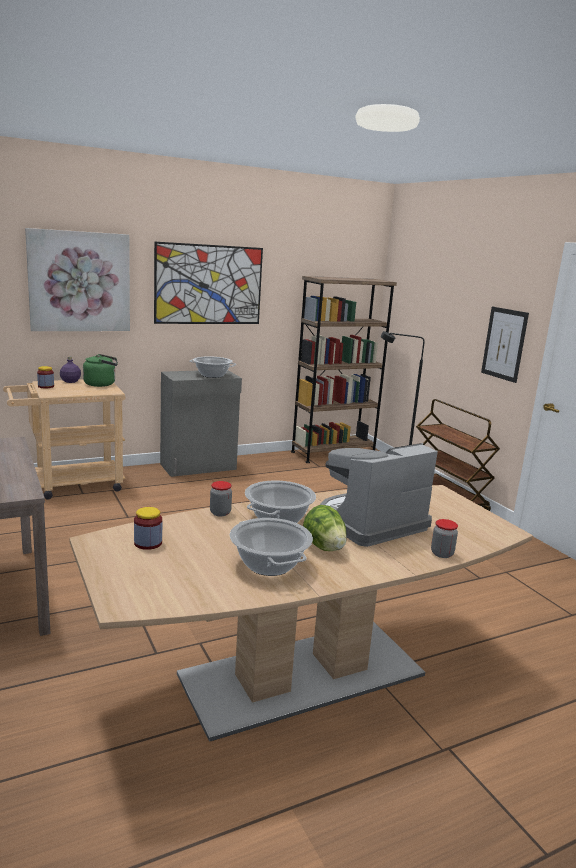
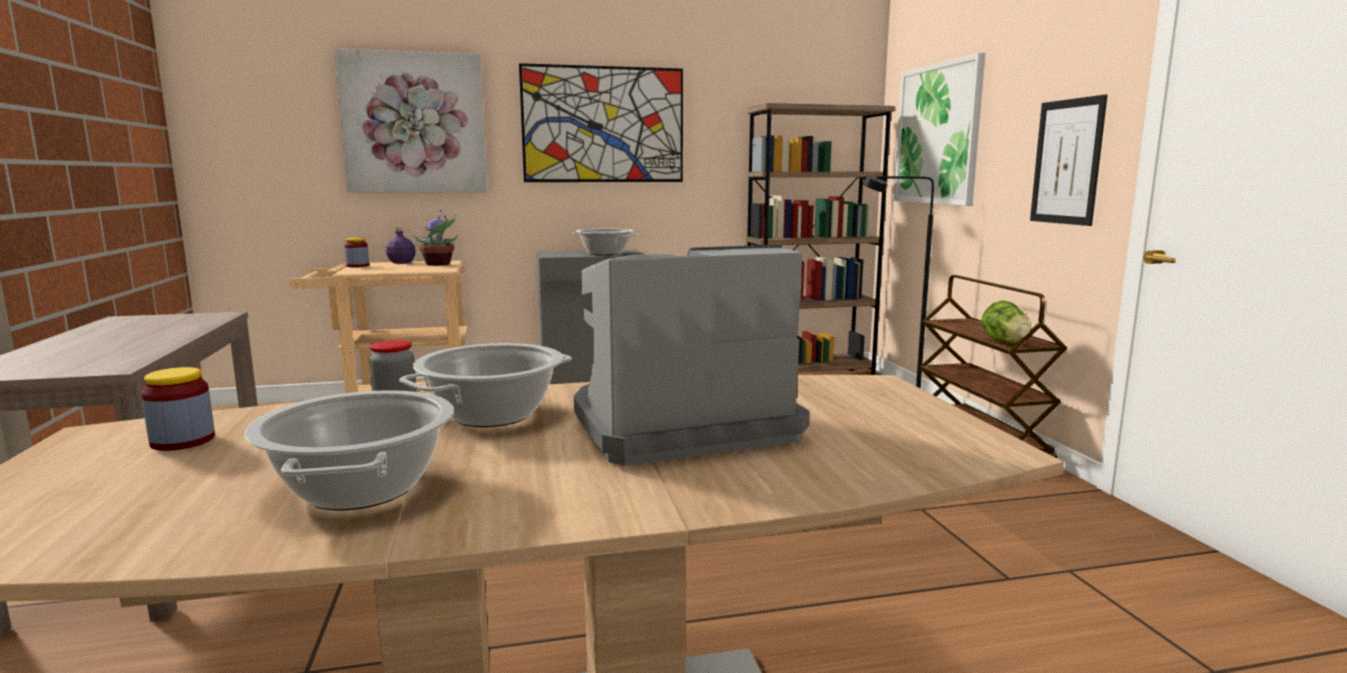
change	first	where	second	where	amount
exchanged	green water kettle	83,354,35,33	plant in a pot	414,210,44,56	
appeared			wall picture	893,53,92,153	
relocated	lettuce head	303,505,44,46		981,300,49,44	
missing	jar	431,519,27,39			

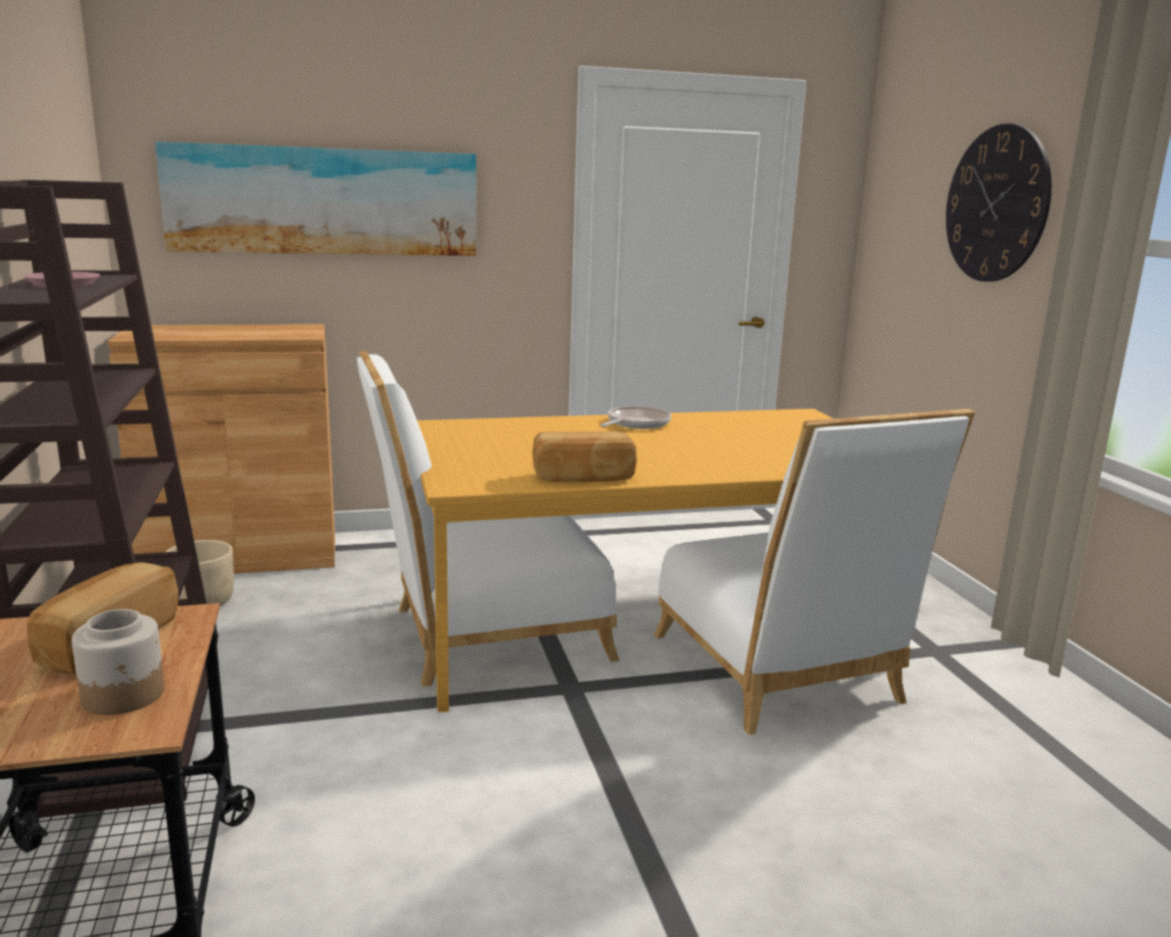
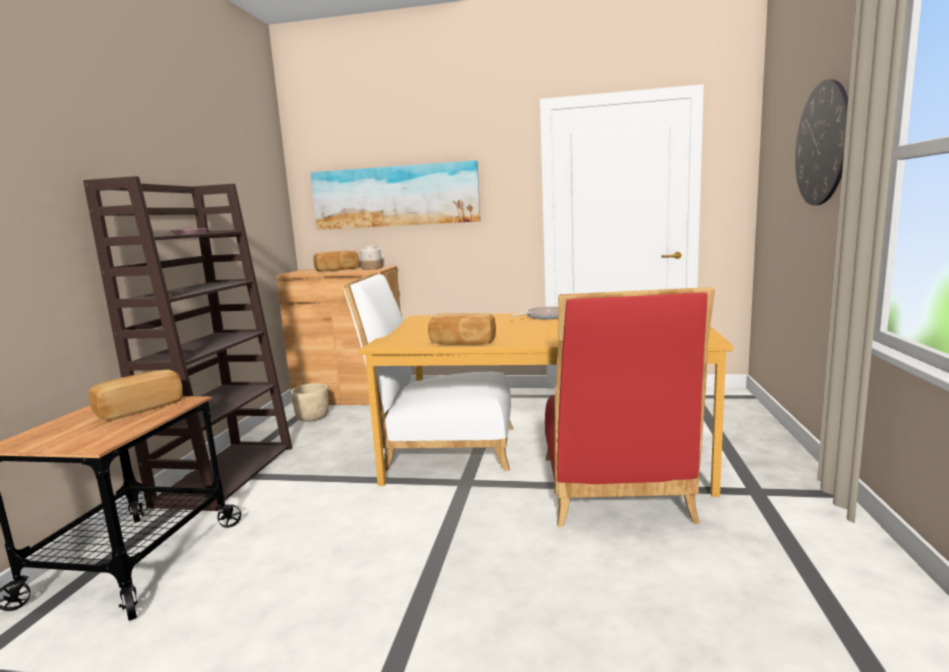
change	first	where	second	where	amount
appeared			baked bread	314,251,45,21	
relocated	jar	72,609,93,106		360,246,22,24	
colour	white plain chair	654,409,321,326	red-coloured plain chair	545,287,170,240	

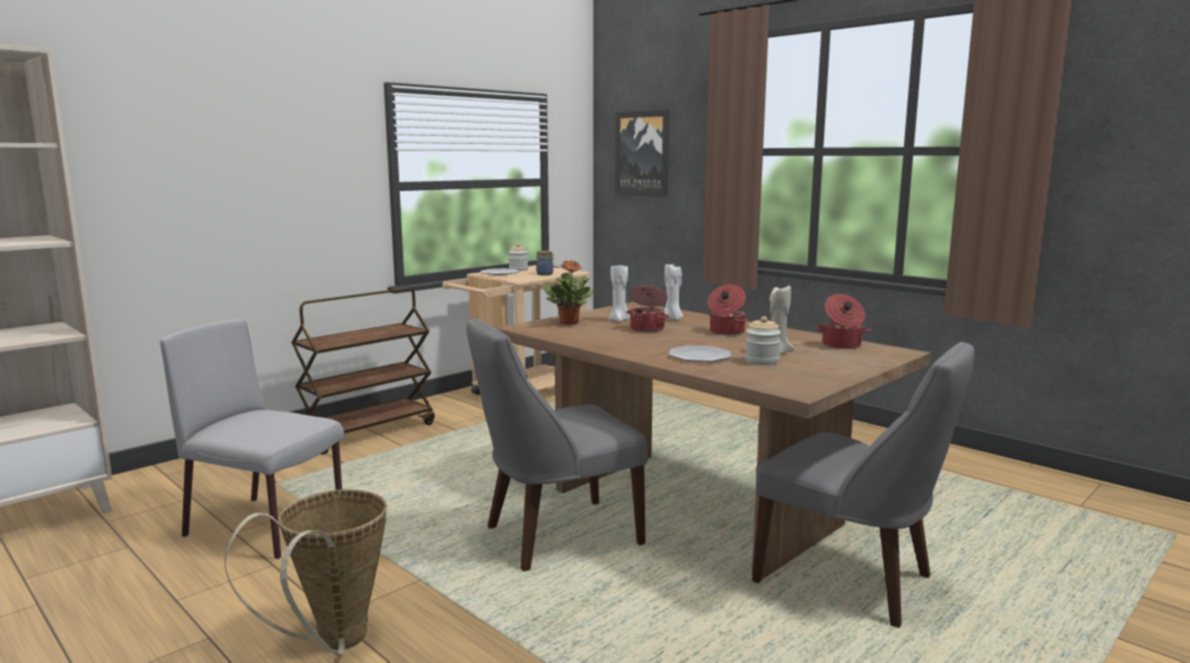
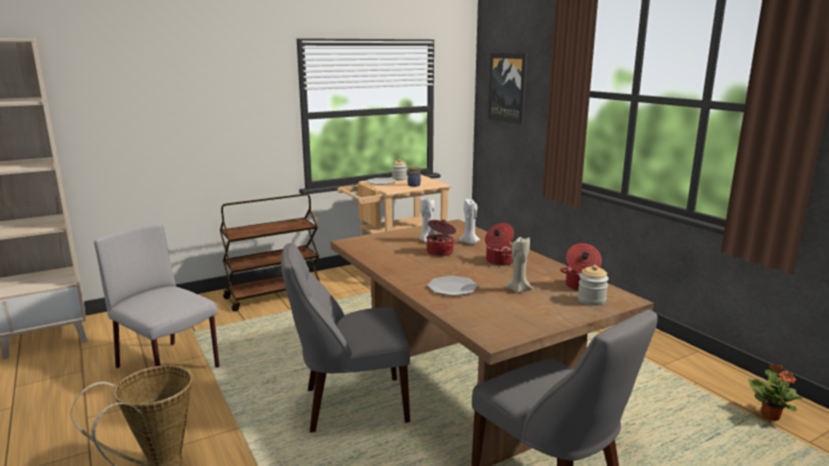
change	first	where	second	where	amount
relocated	jar	745,316,36,49		578,265,31,41	
relocated	plant in a pot	542,260,51,65		748,365,55,56	

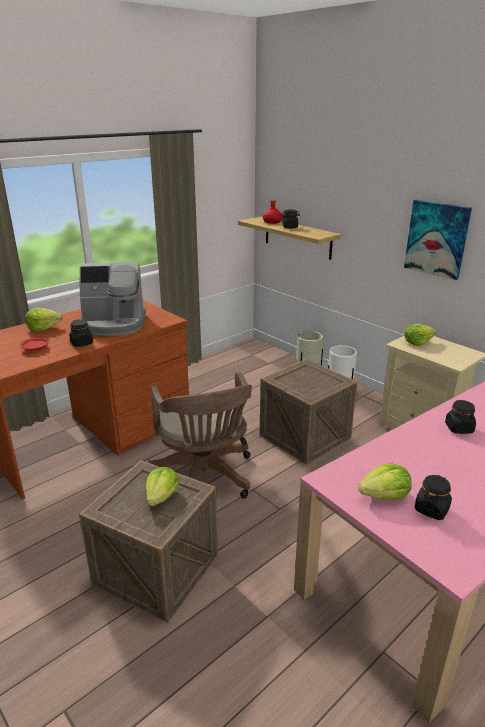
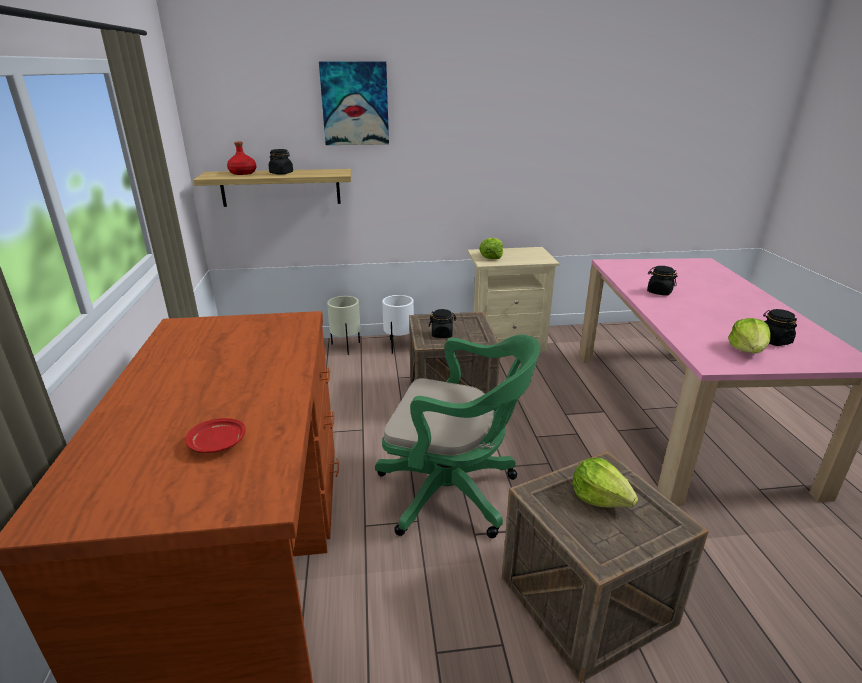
change	first	where	second	where	amount
relocated	wall picture	404,200,68,80		319,62,70,83	
colour	brown office chair	148,372,104,127	green office chair	375,335,165,203	
relocated	black-coloured jar	69,320,24,27		429,309,27,29	
missing	lettuce head	25,308,37,23			
missing	coffee maker	78,262,68,74			

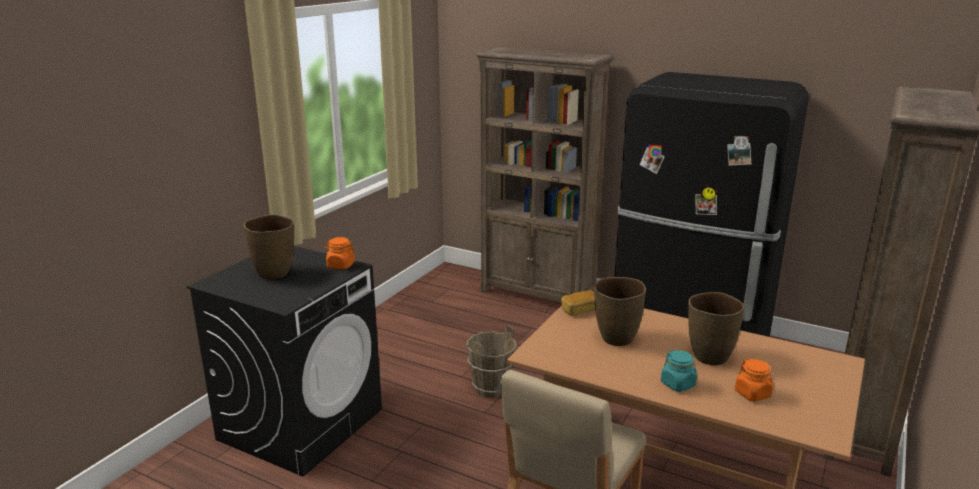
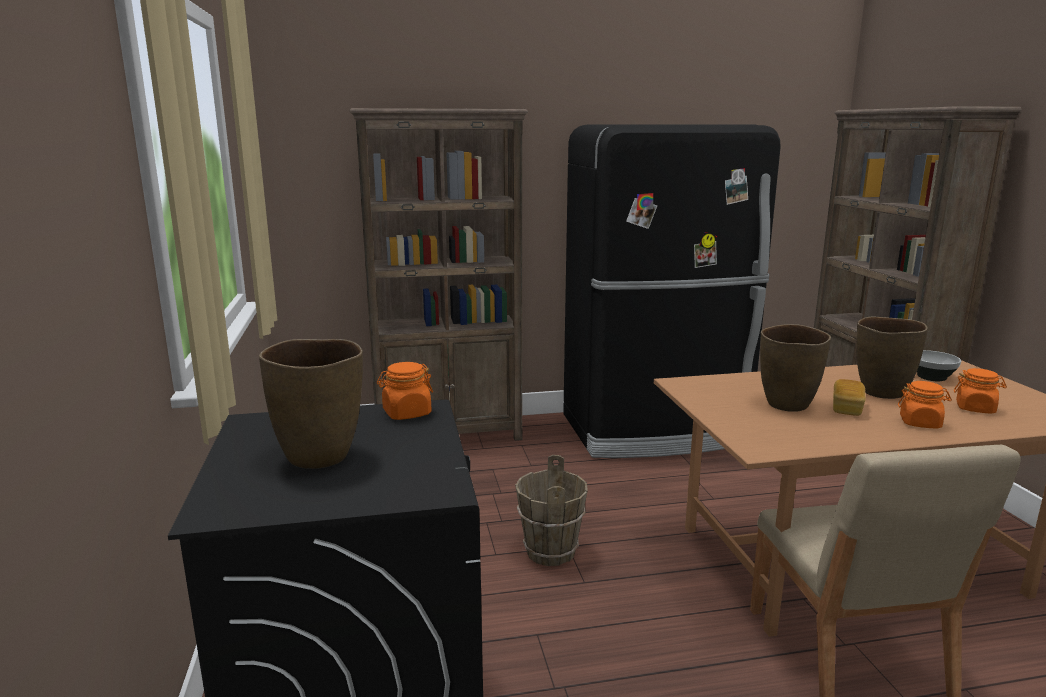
change	first	where	second	where	amount
relocated	baked bread	561,290,34,26		833,379,33,37	
colour	blue-green jar	661,350,36,42	orangey jar	898,381,54,48	
appeared			bowl	917,350,44,31	

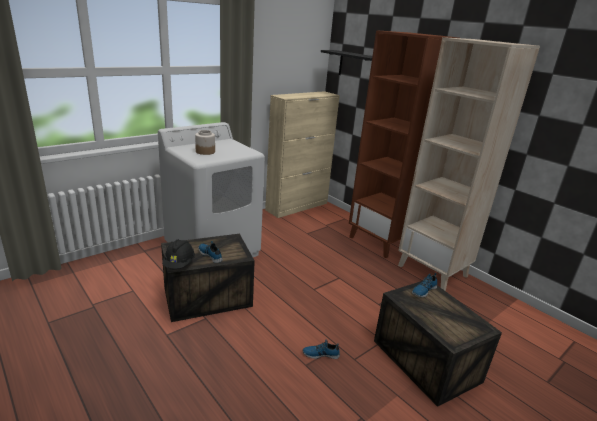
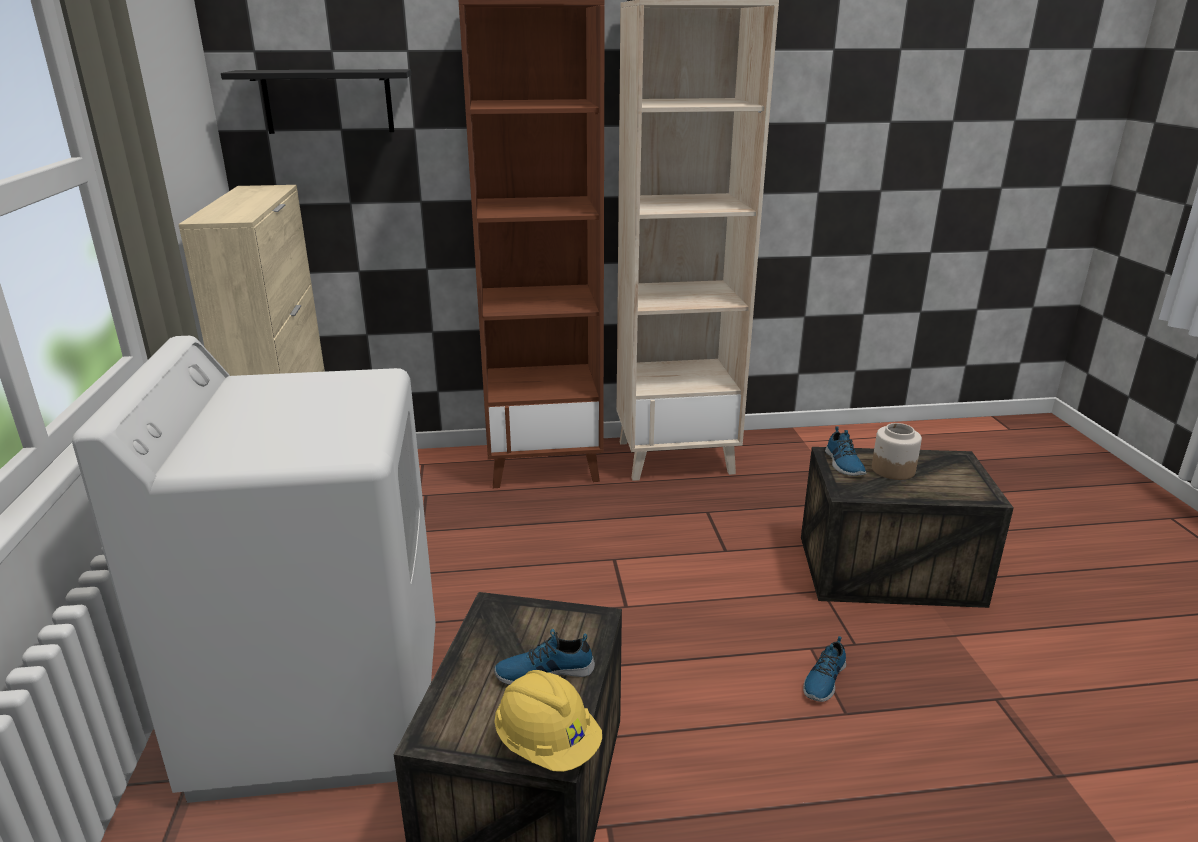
change	first	where	second	where	amount
colour	black-coloured hard hat	162,240,33,29	yellow-coloured hard hat	494,670,108,102	
relocated	jar	195,130,20,25		872,423,50,57	

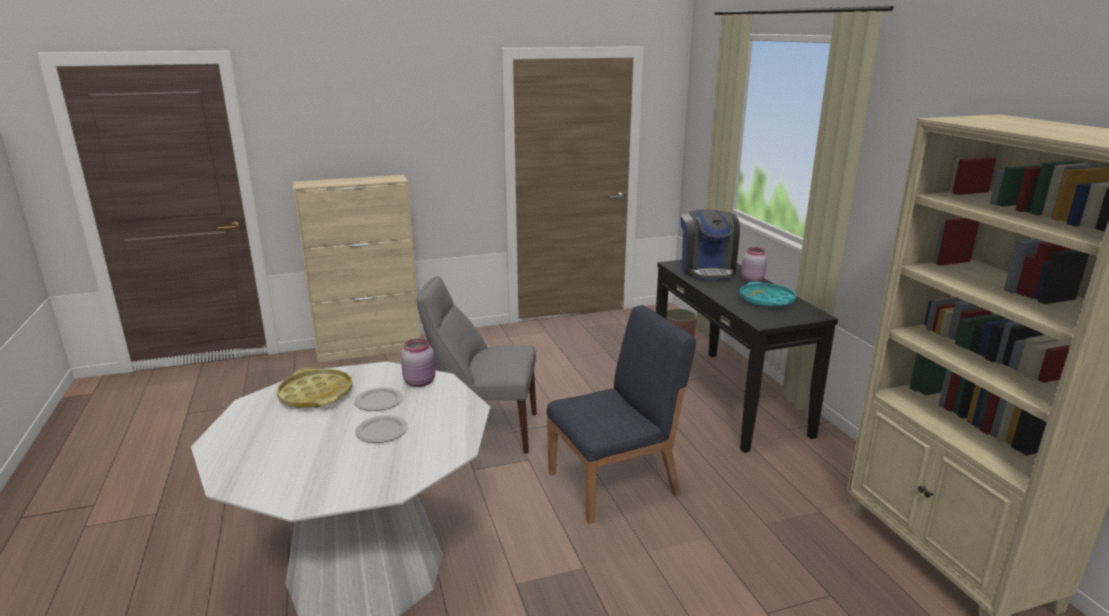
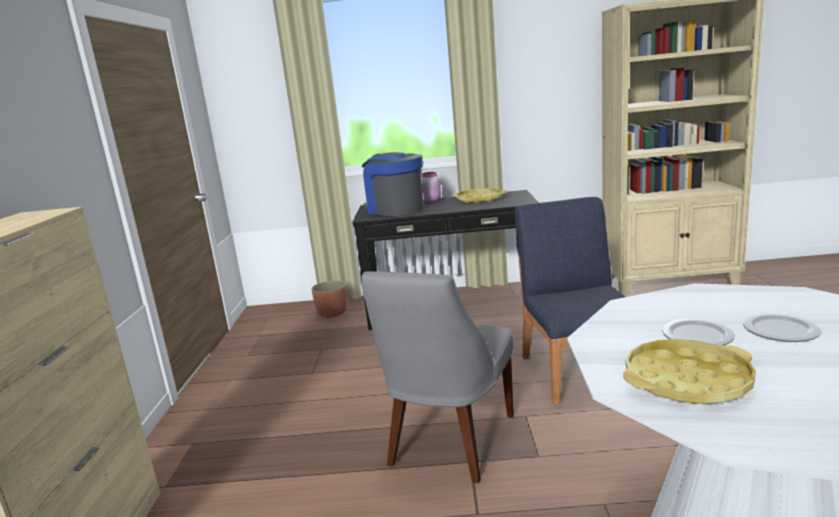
change	first	where	second	where	amount
spun	coffee maker	681,210,59,70		362,152,62,64	150 degrees counterclockwise
colour	blue-green serving tray	740,281,56,26	yellow-coloured serving tray	452,188,55,15	
missing	pink jar	401,339,34,48			

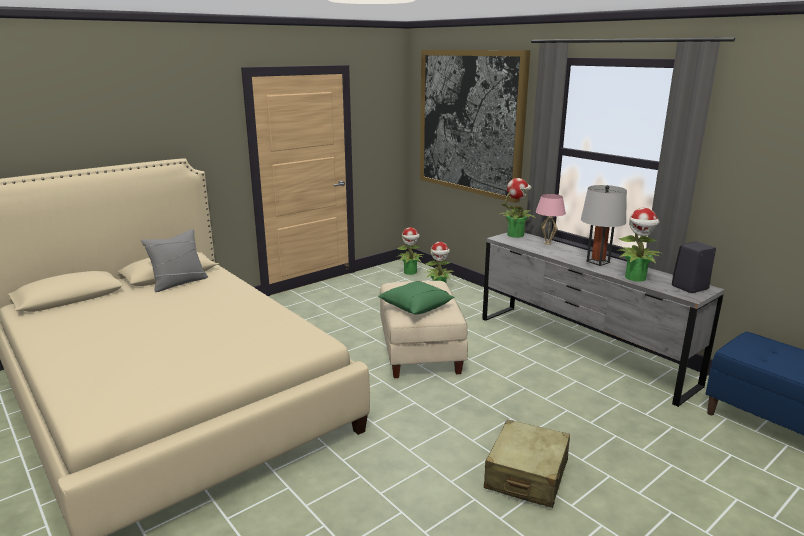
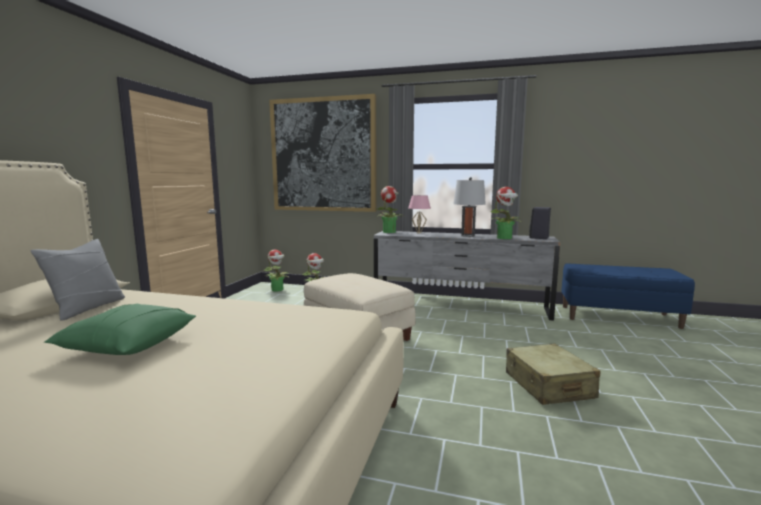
change	first	where	second	where	amount
relocated	green pillow	378,281,76,34		44,304,152,51	

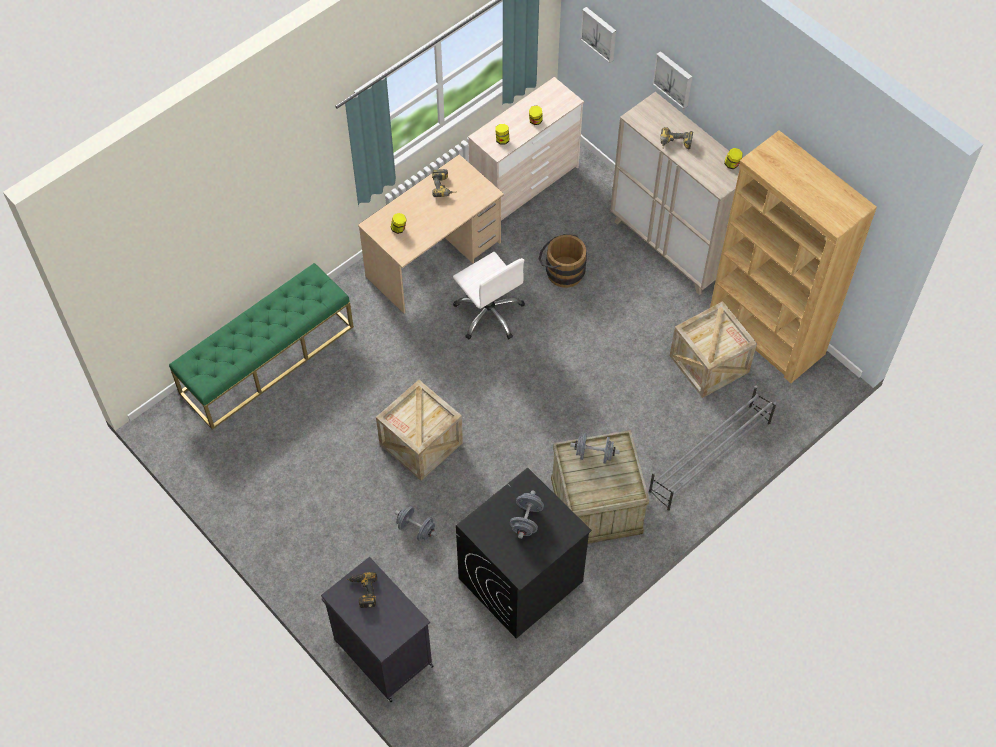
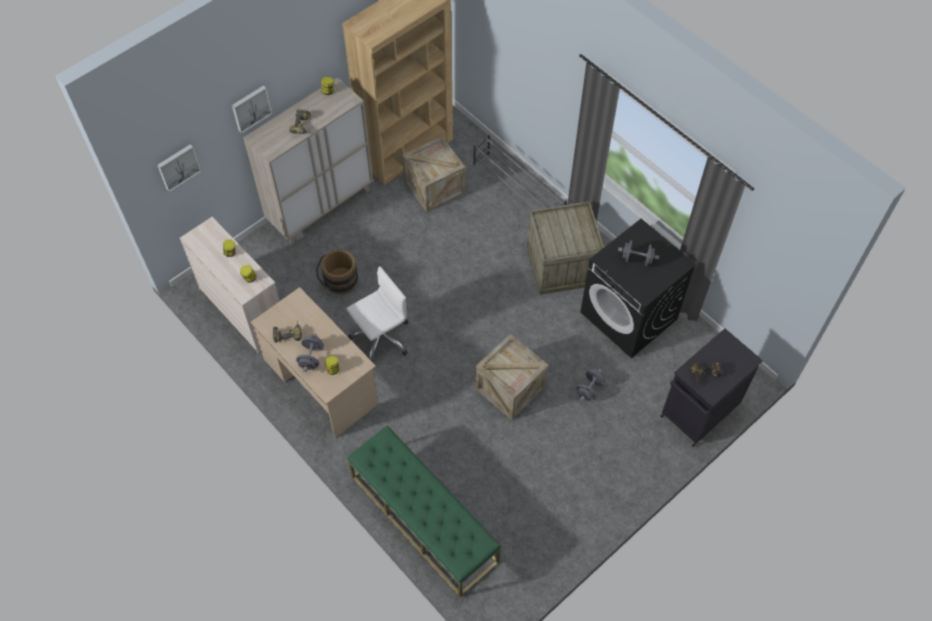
change	first	where	second	where	amount
relocated	greyish hand weight	570,433,50,31		296,334,28,38	

